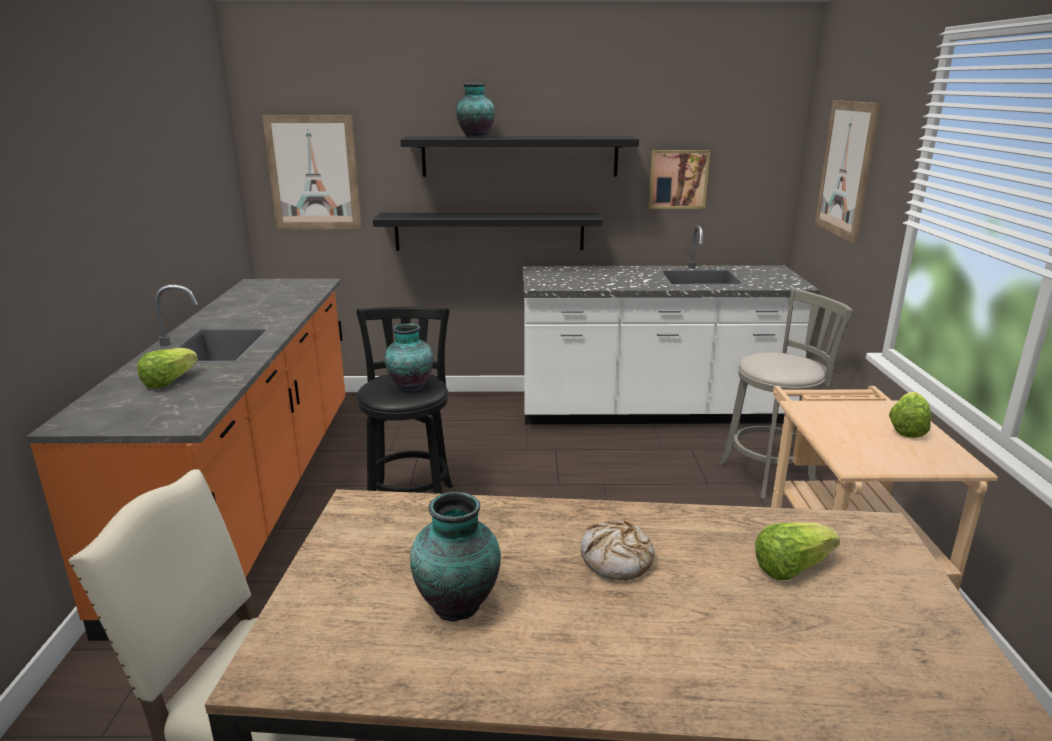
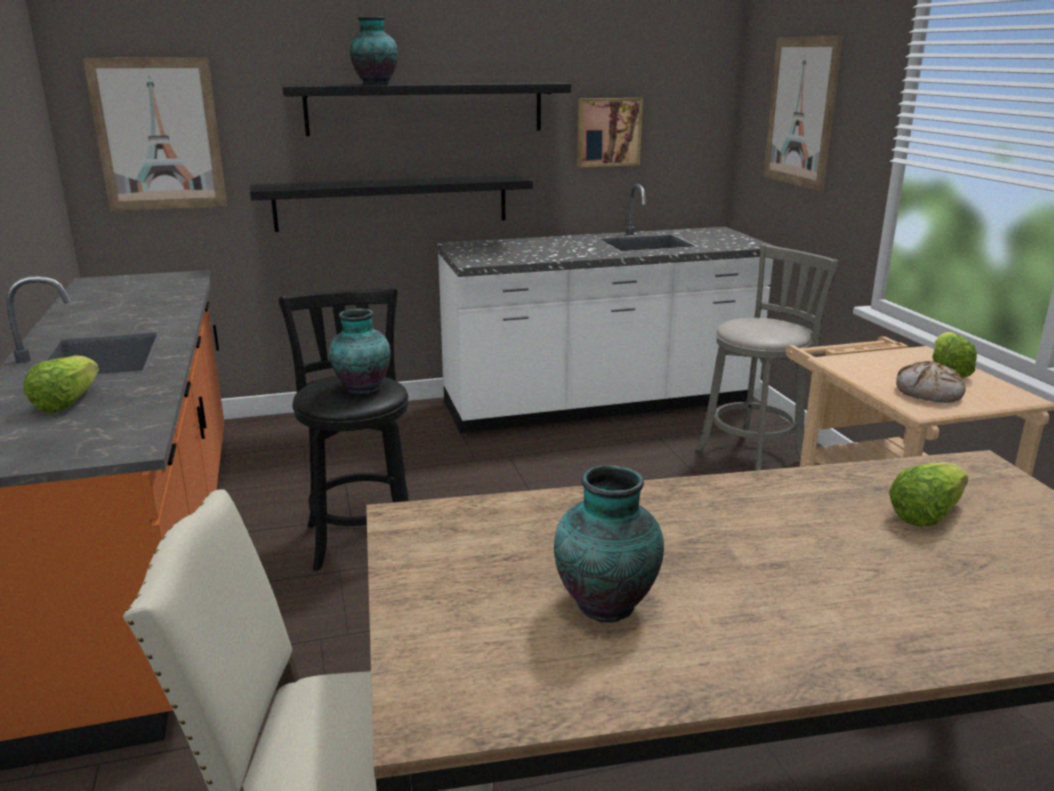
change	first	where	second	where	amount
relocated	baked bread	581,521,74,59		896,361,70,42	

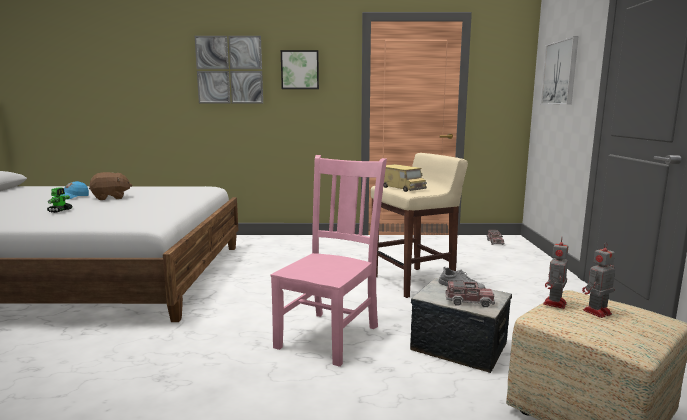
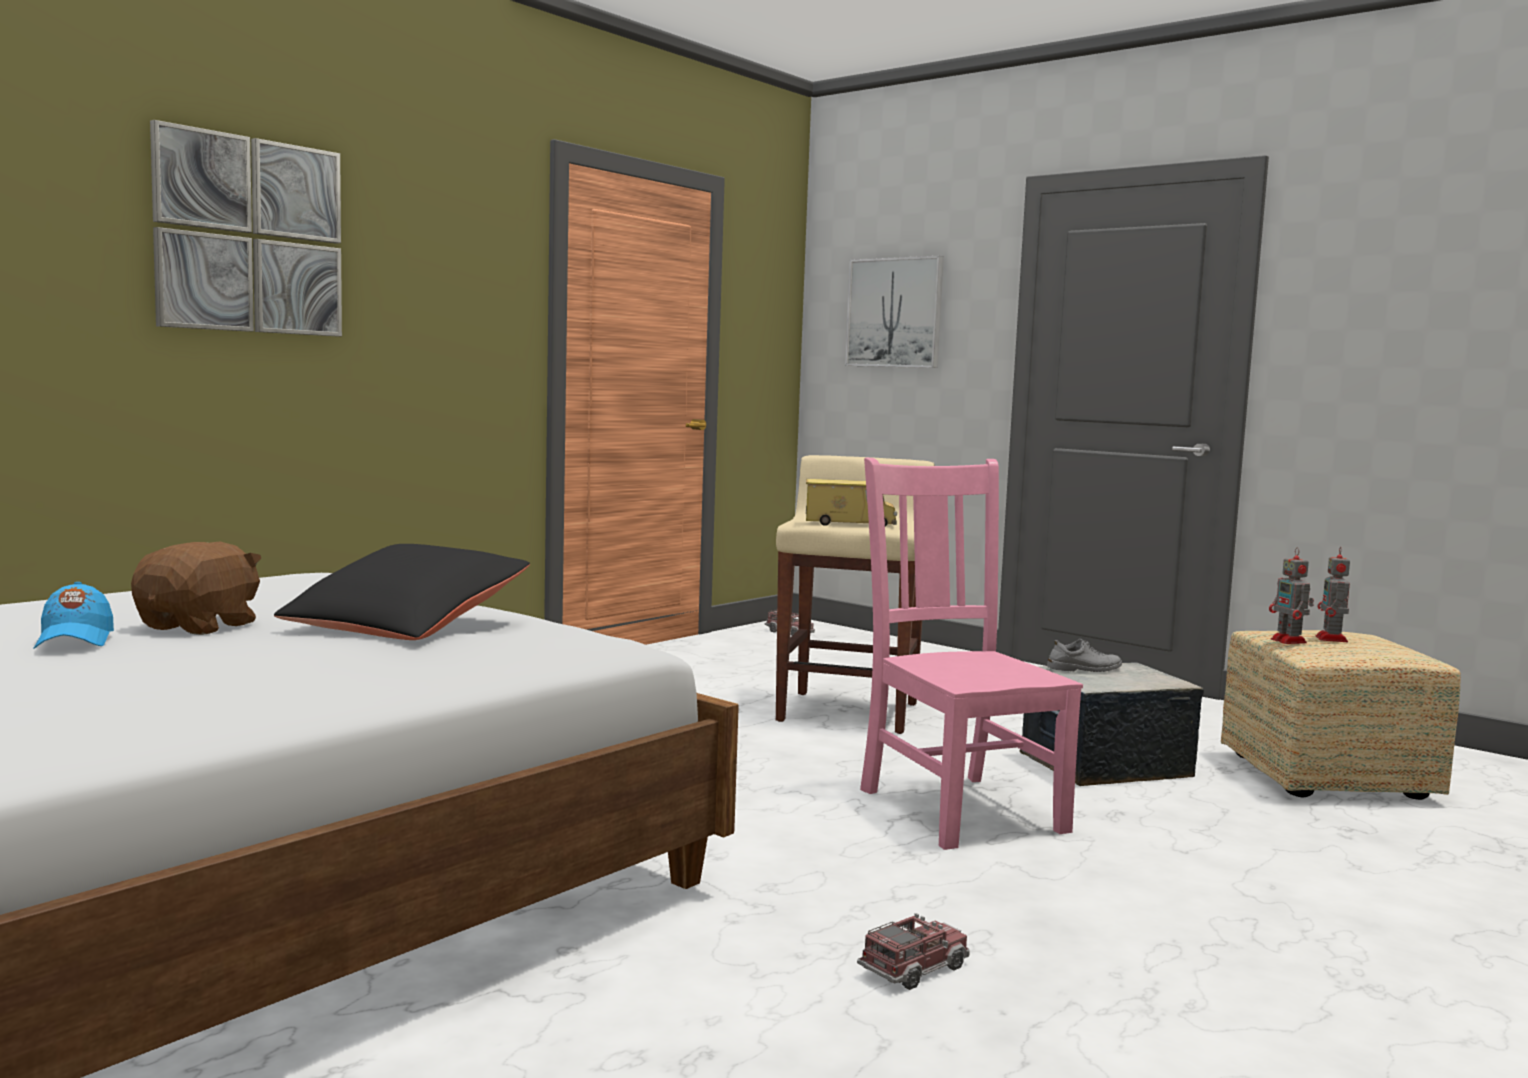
change	first	where	second	where	amount
appeared			black-coloured pillow	274,544,256,96	
relocated	toy lorry	445,280,50,27		857,913,113,77	
missing	toy robot	47,188,26,25			
missing	wall picture	281,50,38,39			

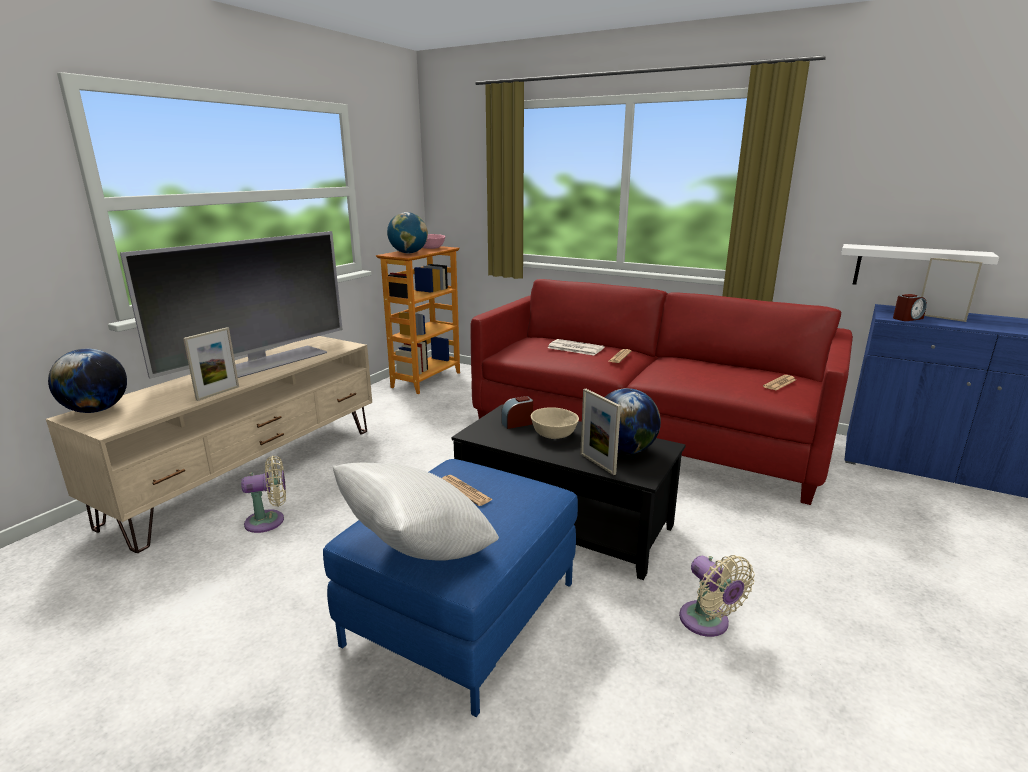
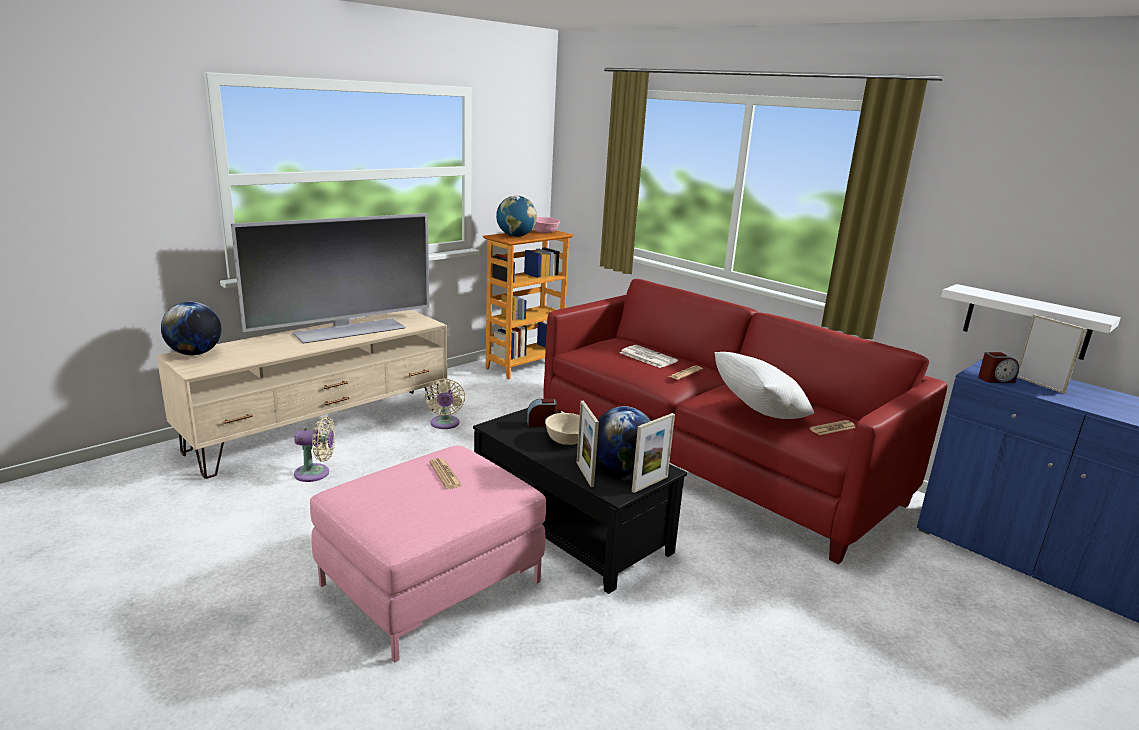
change	first	where	second	where	amount
colour	blue-coloured ottoman	323,459,255,258	pink ottoman	310,445,236,217	
relocated	beige-coloured cooling fan	679,555,76,82		425,379,40,50	
relocated	picture frame	183,327,56,74		632,413,43,80	
relocated	white pillow	332,463,167,98		714,352,100,67	

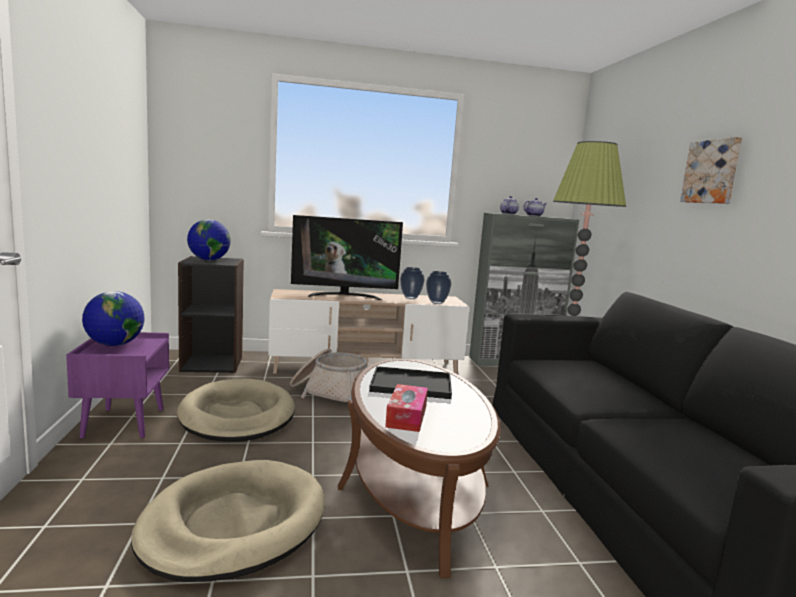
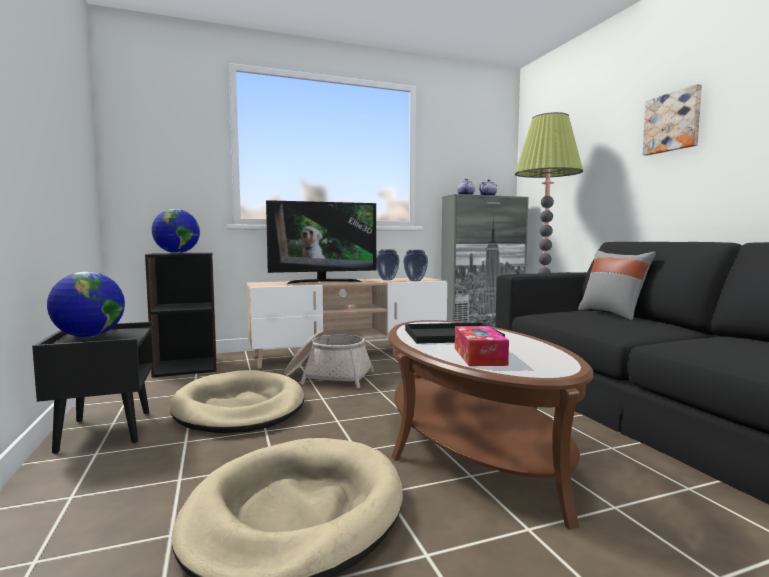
change	first	where	second	where	amount
colour	purple-coloured night table	66,332,103,106	black-coloured night table	32,322,121,131	
appeared			greyish pillow	578,250,78,70	

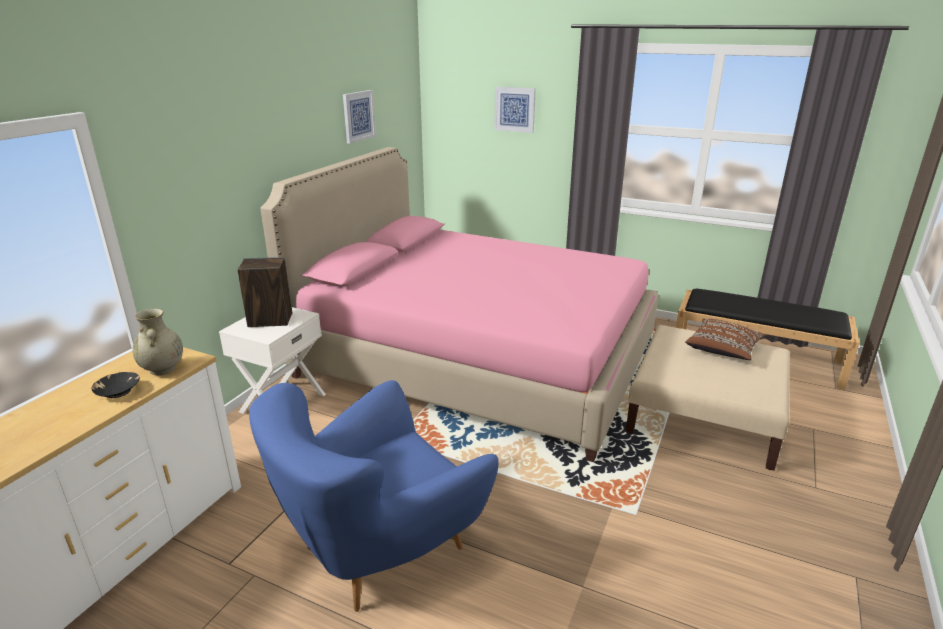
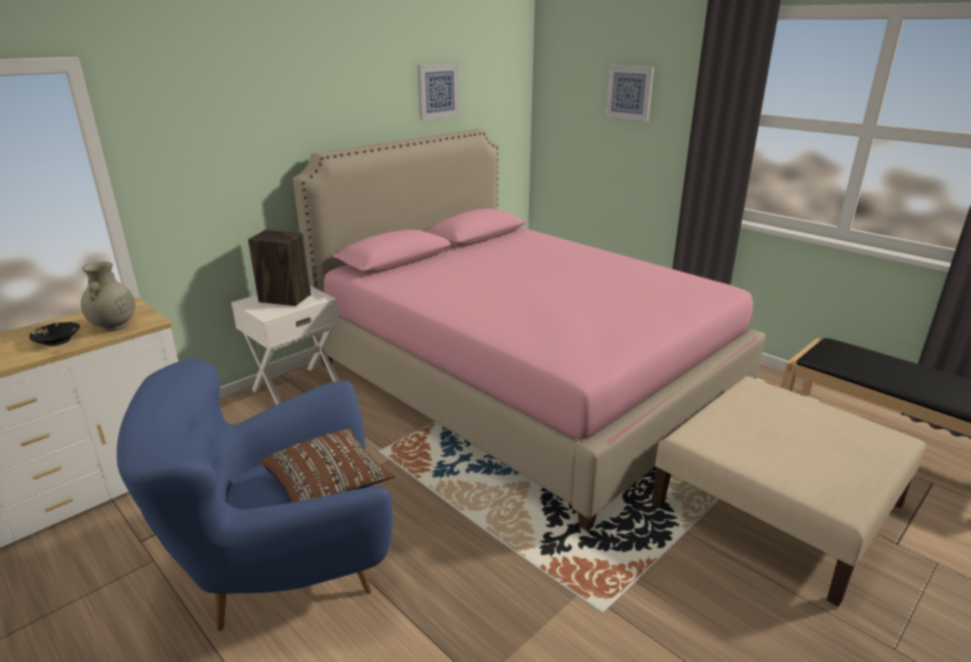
change	first	where	second	where	amount
relocated	brown pillow	685,318,80,42		260,428,135,75	

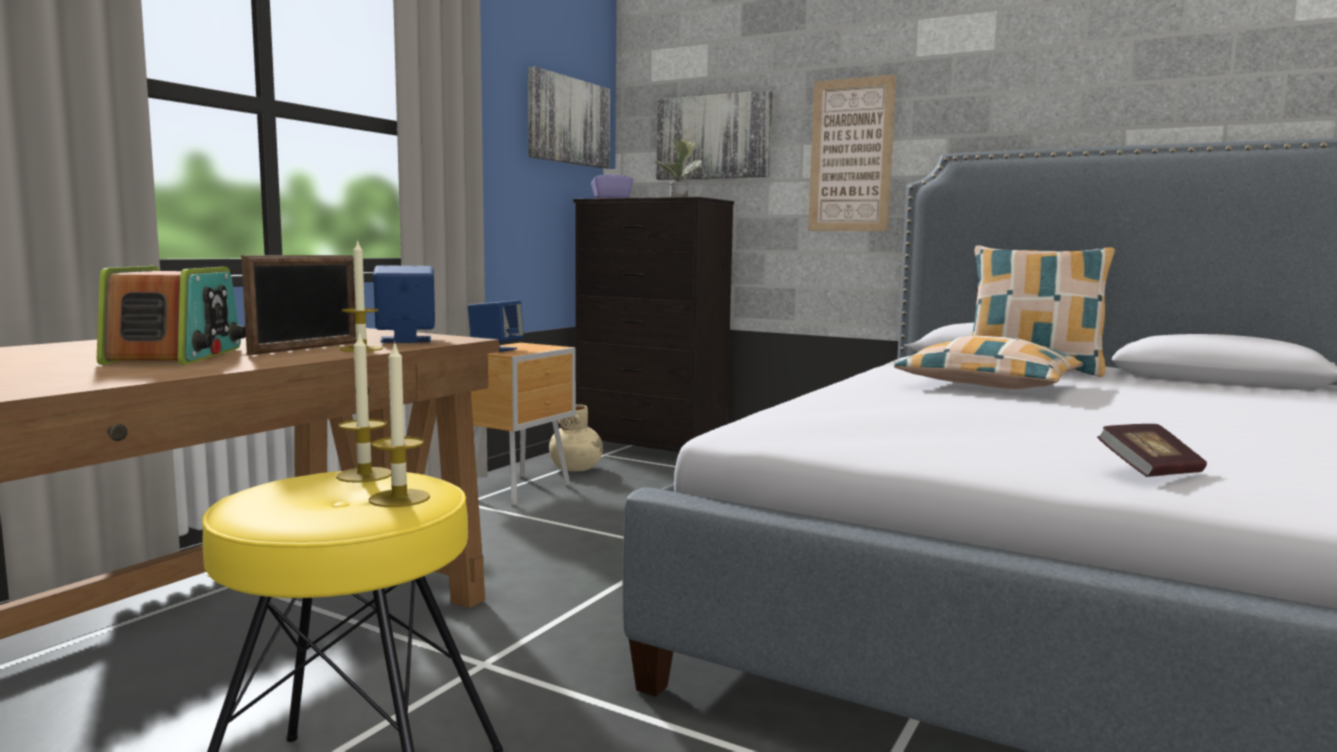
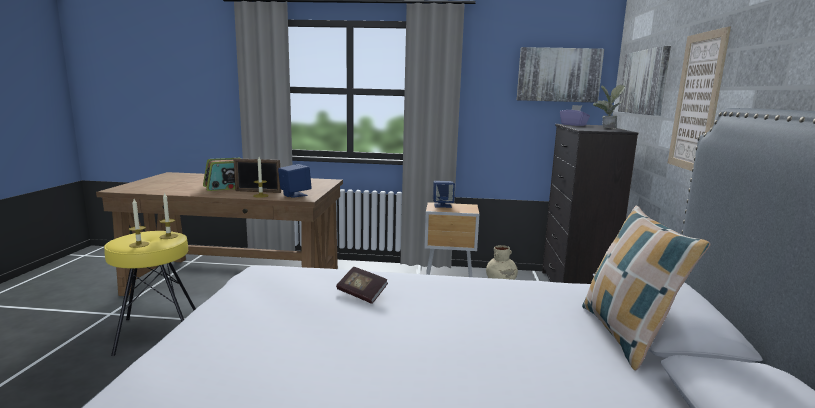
change	first	where	second	where	amount
relocated	bound book	1097,424,110,53		336,267,52,37	
missing	pillow	894,336,189,53			

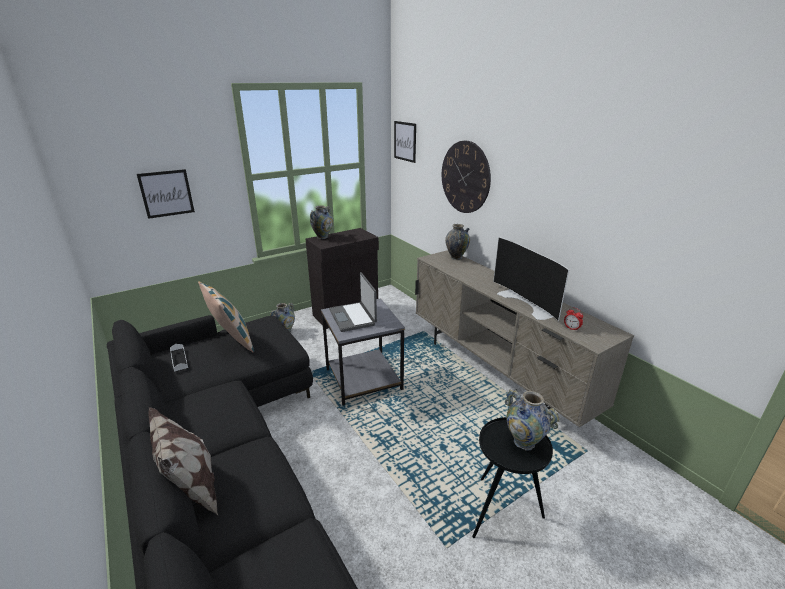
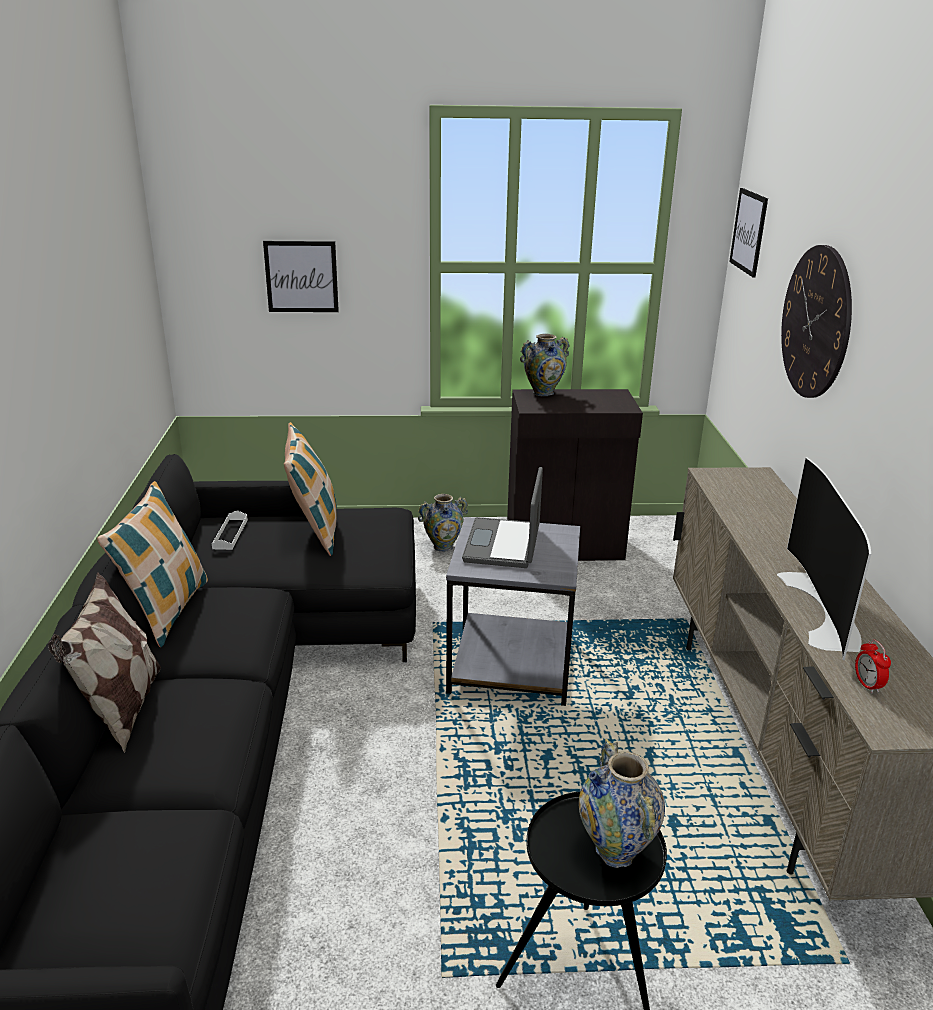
change	first	where	second	where	amount
appeared			pillow	97,481,111,166	
missing	vase	445,223,25,37			

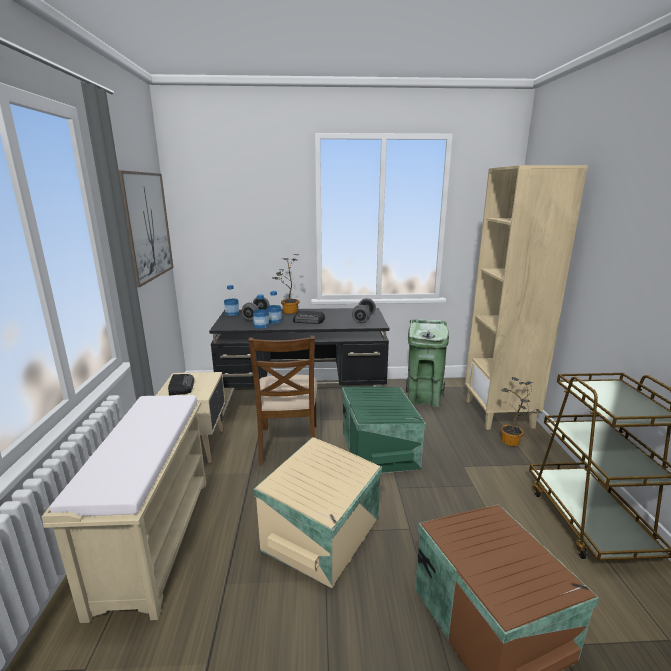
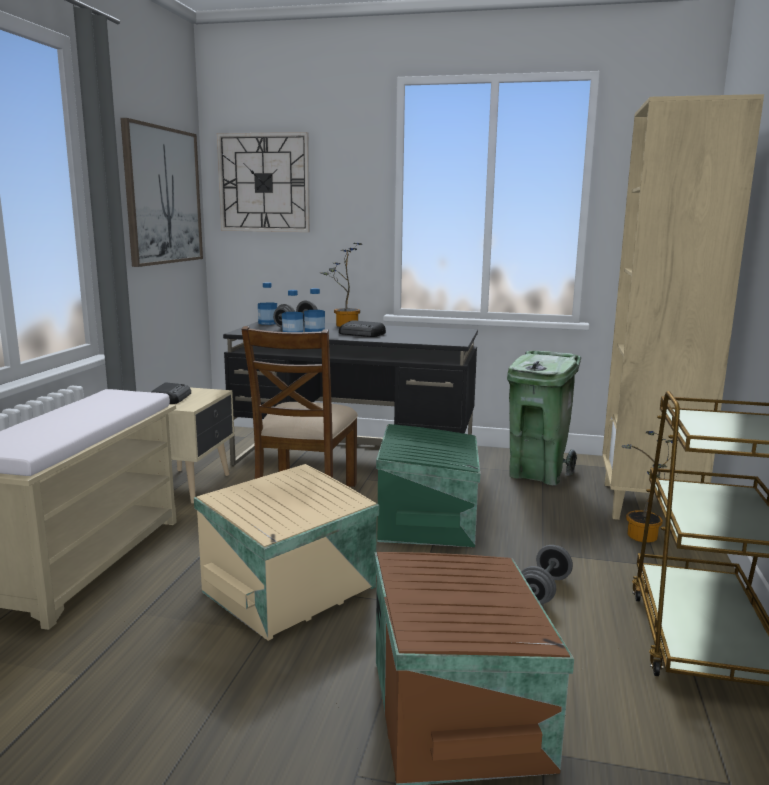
change	first	where	second	where	amount
appeared			clock on the wall	217,132,93,100	
relocated	greyish hand weight	352,298,24,25		521,545,52,59	

